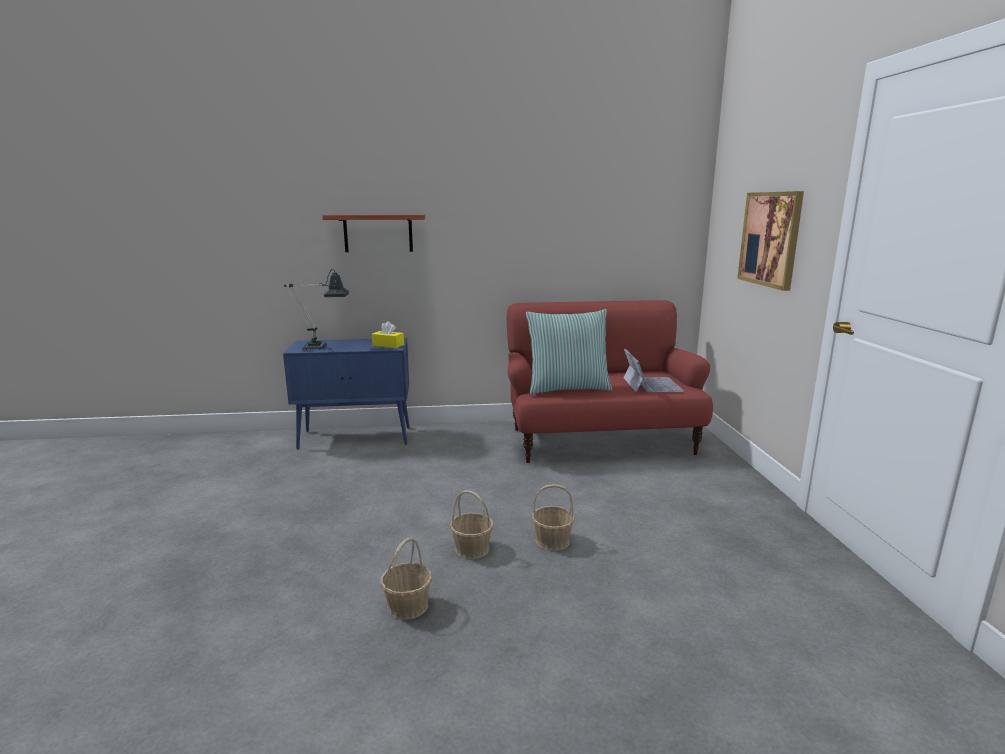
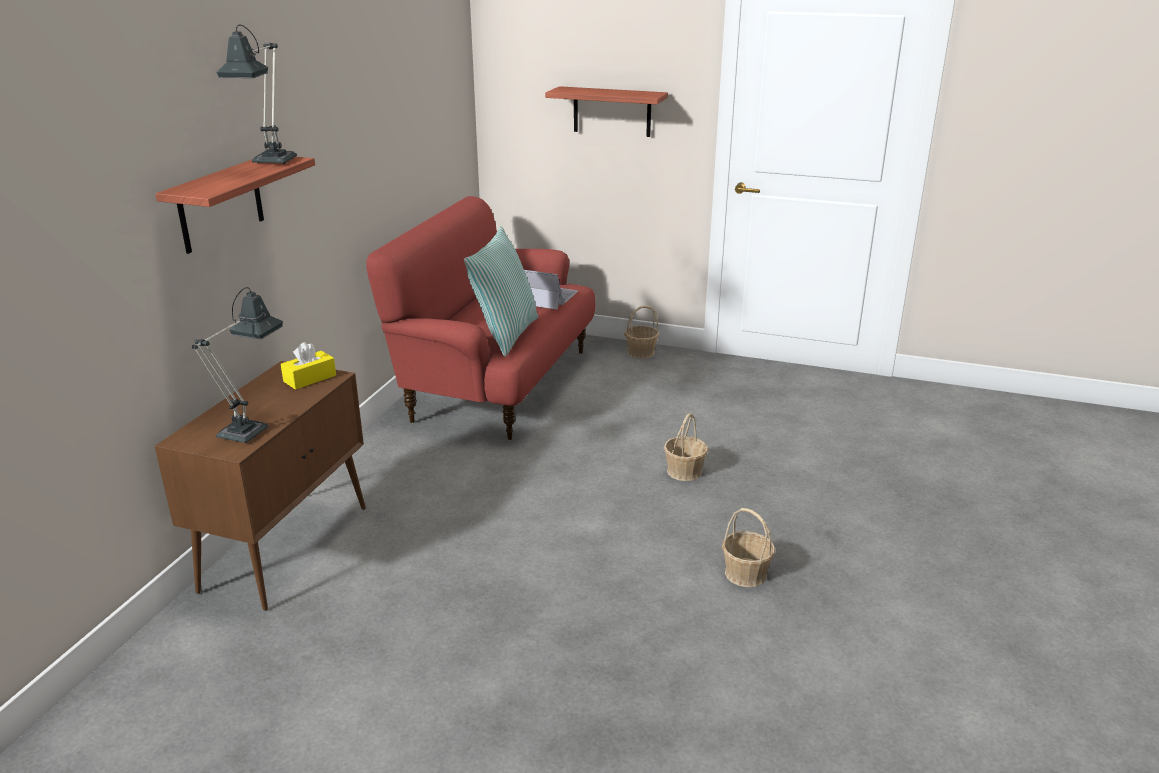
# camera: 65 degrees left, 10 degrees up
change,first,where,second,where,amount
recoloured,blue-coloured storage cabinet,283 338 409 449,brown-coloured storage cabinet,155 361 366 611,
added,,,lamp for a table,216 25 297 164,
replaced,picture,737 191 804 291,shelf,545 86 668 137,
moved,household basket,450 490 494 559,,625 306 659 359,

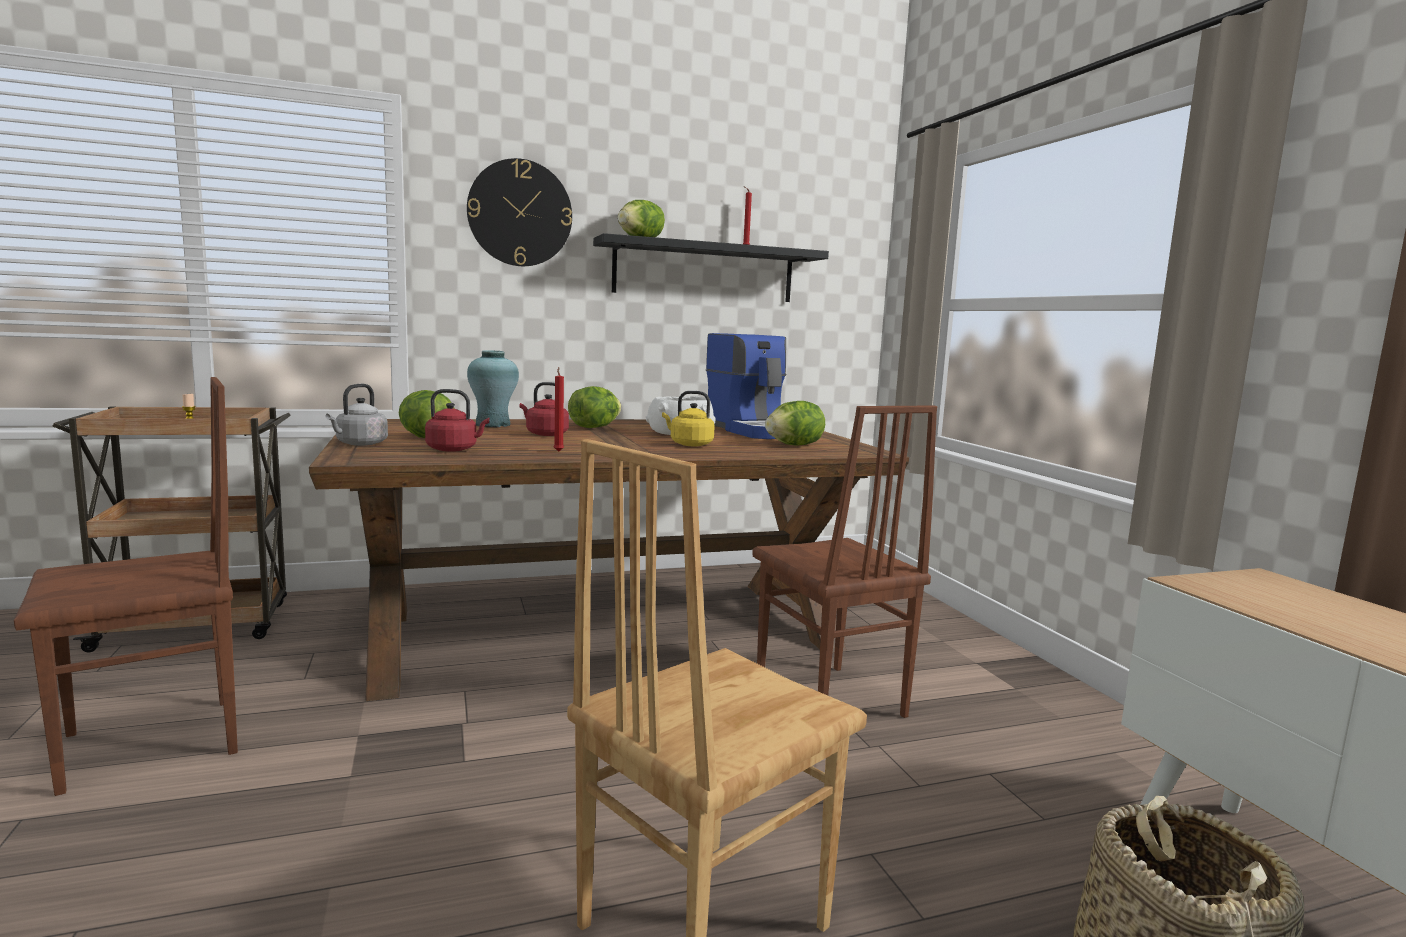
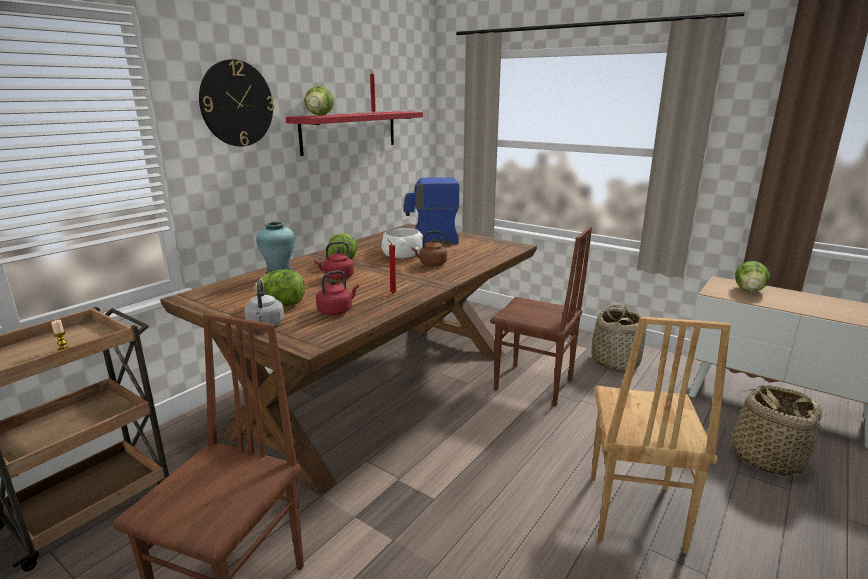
# camera: 35 degrees left, 10 degrees up
change,first,where,second,where,amount
recoloured,blackish shelf,593 233 829 302,reddish shelf,286 111 423 156,
turned,coffee brewer,706 333 786 439,,403 177 459 244,150 degrees clockwise
recoloured,yellow-coloured kettle,662 391 715 446,brown-coloured kettle,412 231 447 266,
added,,,household basket,591 305 646 372,
moved,lettuce head,765 401 825 446,,735 261 770 292,

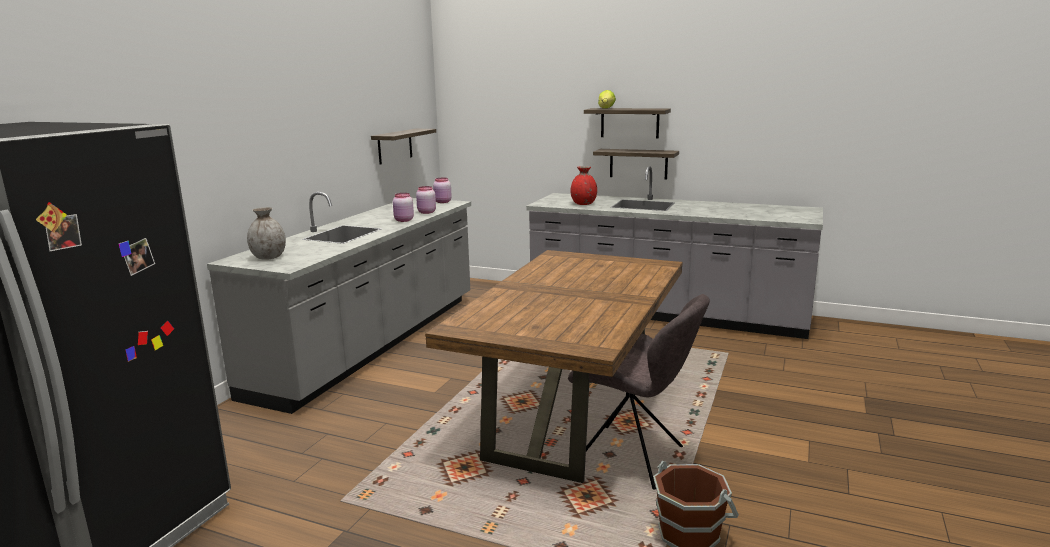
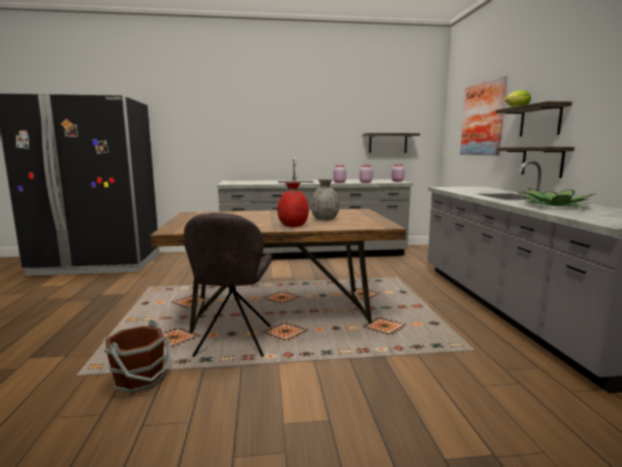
# camera: 60 degrees right, 5 degrees down
change,first,where,second,where,amount
moved,reddish vase,571 166 597 205,,277 182 309 227,
moved,greyish vase,247 207 286 260,,311 179 340 221,
added,,,picture,460 76 507 155,
added,,,potted plant,517 188 595 206,

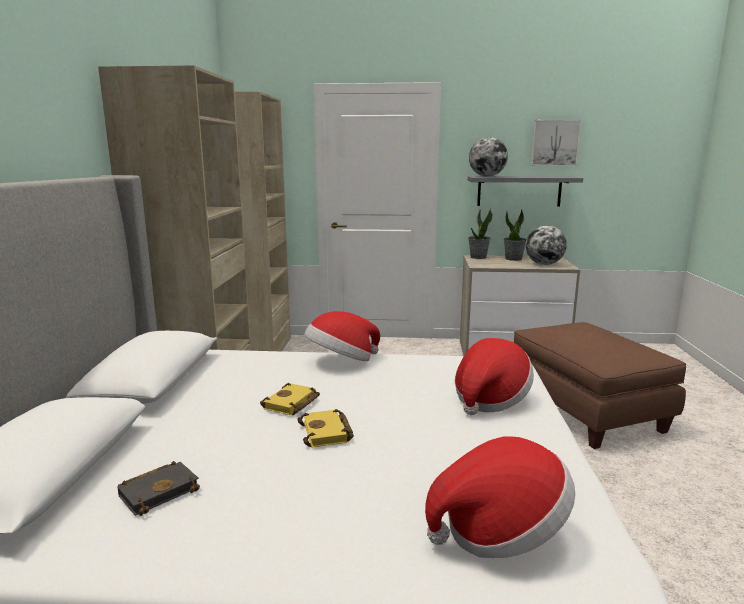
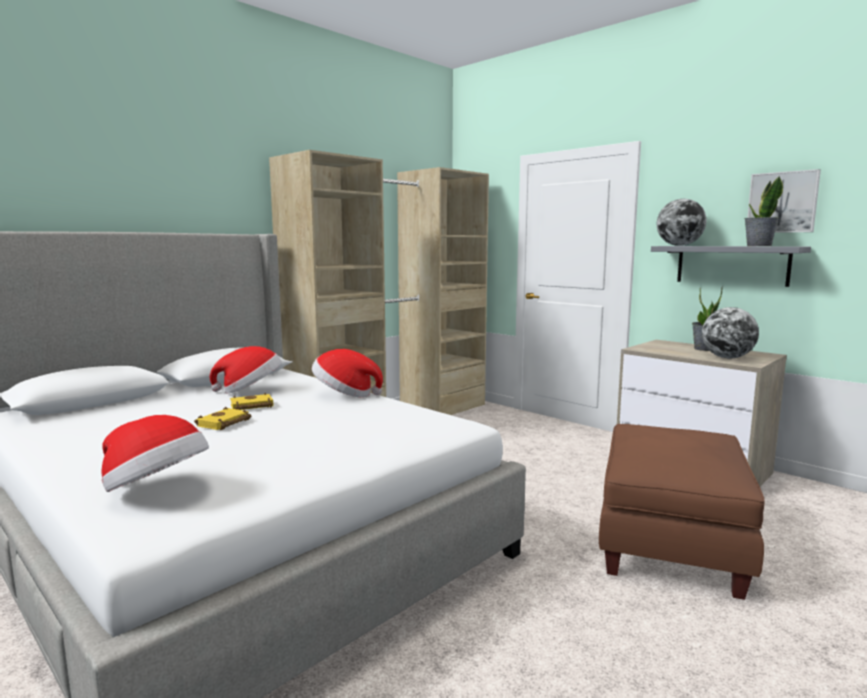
# camera: 40 degrees right, 5 degrees down
change,first,where,second,where,amount
moved,clothing hat,455 338 534 415,,210 346 282 394,
moved,potted plant,468 209 492 259,,745 175 783 246,
removed,blackish volume,118 461 200 516,,,

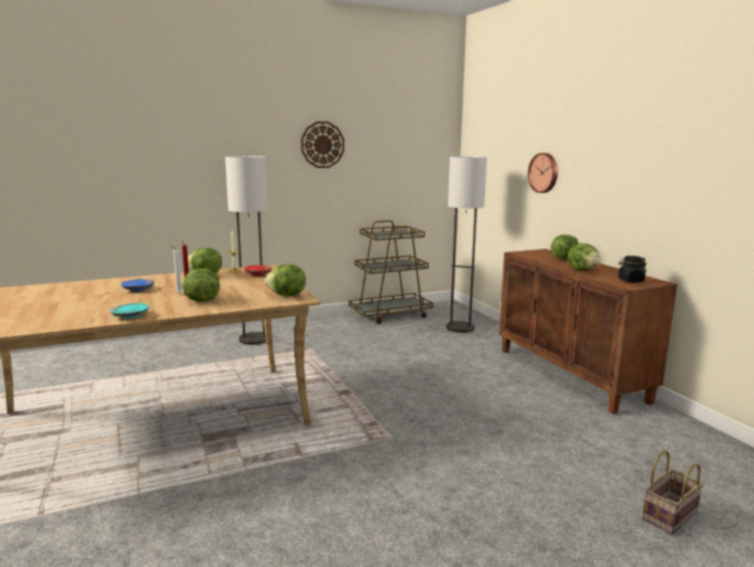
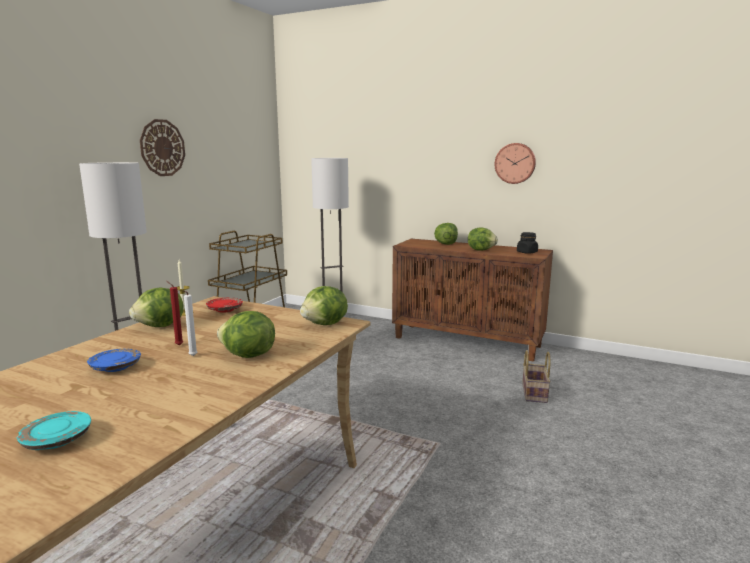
# camera: 40 degrees left, 0 degrees up
change,first,where,second,where,amount
moved,blue-green flat dish,110 303 149 319,,17 411 91 450,
moved,hanging clock,528 153 558 193,,494 143 536 184,
moved,household basket,642 450 704 534,,522 350 551 403,

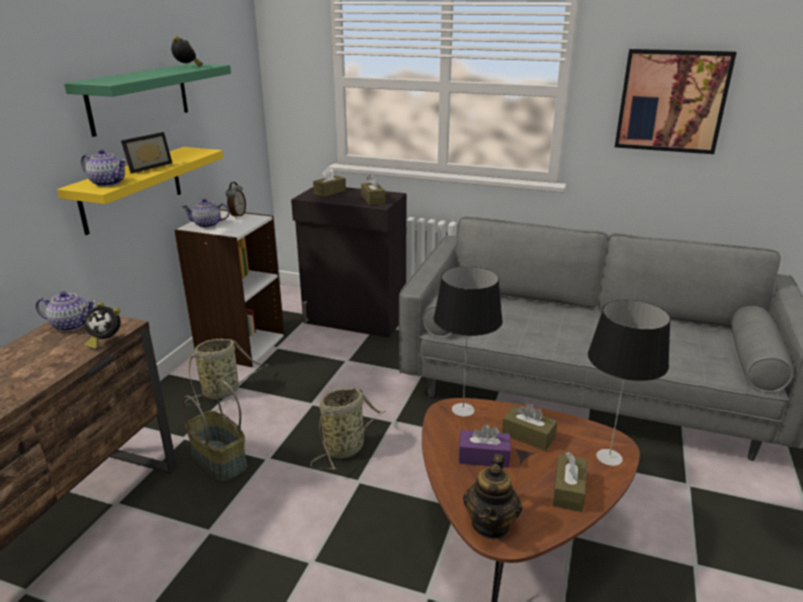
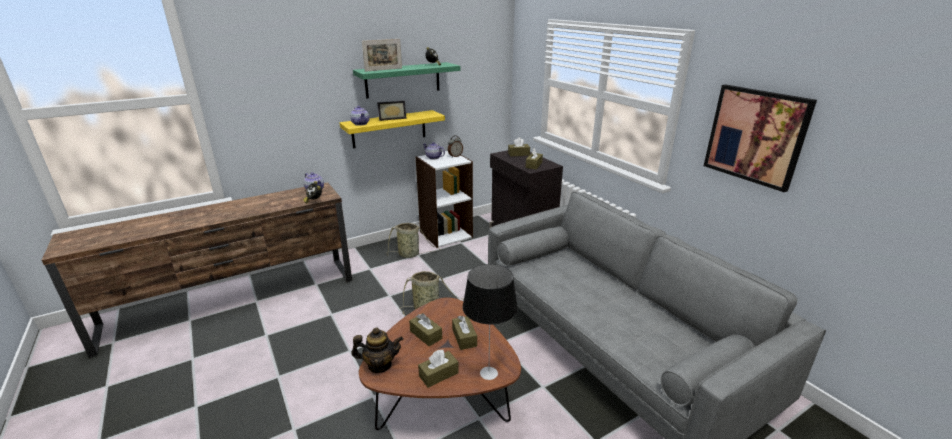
# camera: 40 degrees right, 0 degrees up
change,first,where,second,where,amount
turned,tea pot,463 454 522 539,,351 327 403 373,150 degrees counterclockwise
added,,,picture frame,362 39 402 72,
recoloured,purplish tissue holder,459 424 511 468,brown-coloured tissue holder,409 313 442 346,
removed,household basket,183 380 247 481,,,
removed,lamp for a table,434 266 503 417,,,

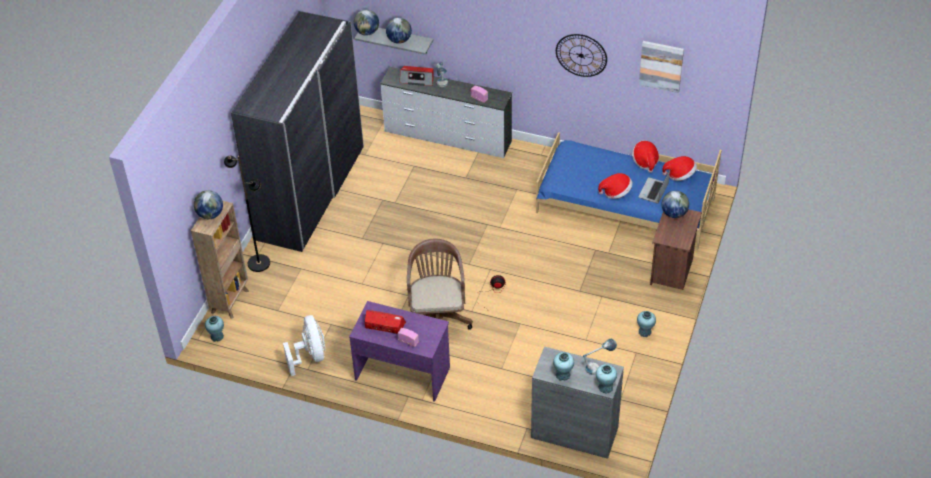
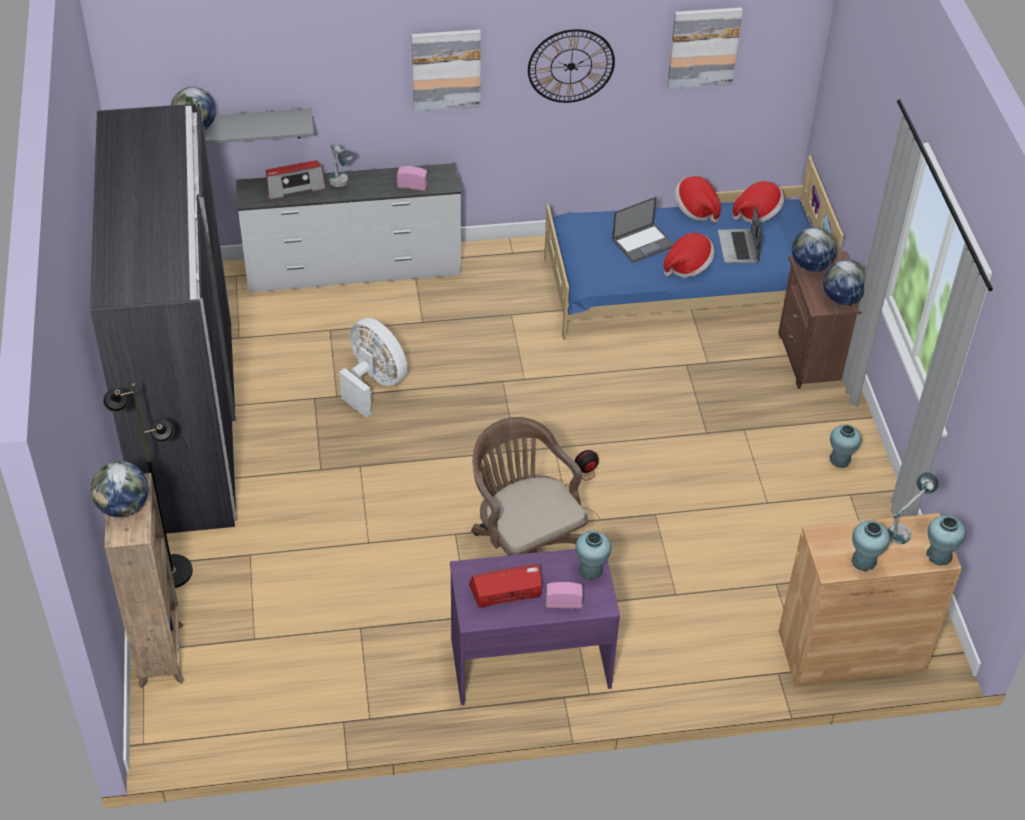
# camera: 30 degrees left, 0 degrees up
change,first,where,second,where,amount
moved,whitish electric fan,283 315 325 376,,339 318 407 418,
added,,,picture,411 30 481 112,
moved,blue-green vase,205 316 224 342,,575 531 611 580,
added,,,portable computer,612 197 673 263,
recoloured,greyish storage cabinet,531 347 624 459,brown-coloured storage cabinet,778 513 962 686,
moved,world globe,386 17 412 44,,823 260 866 305,

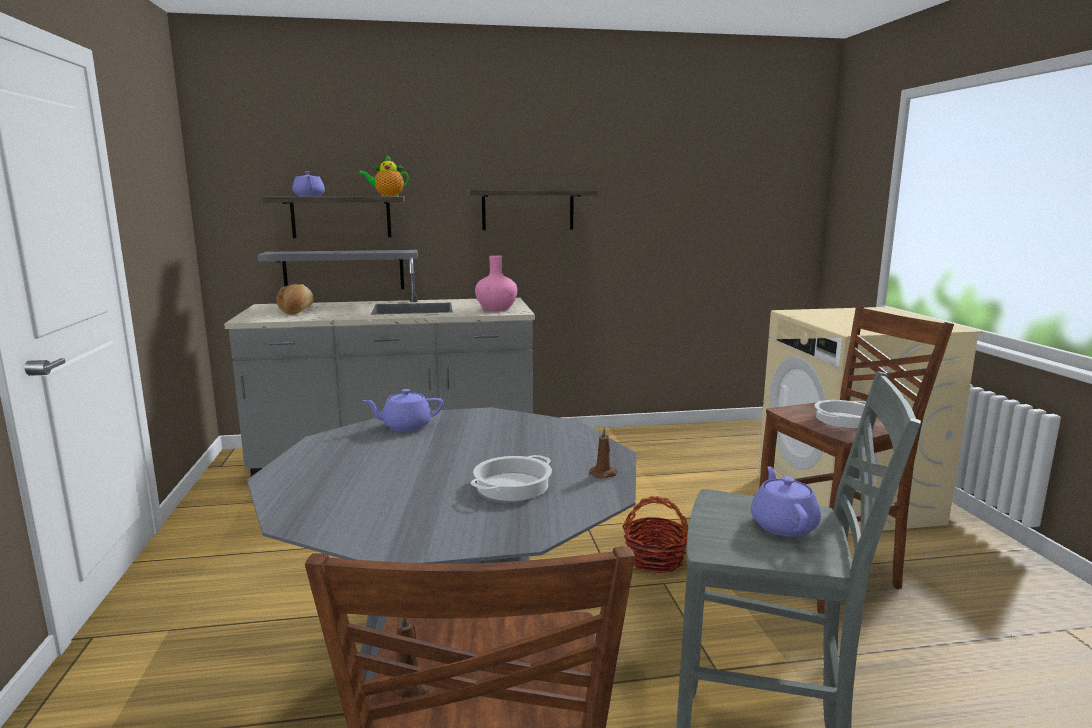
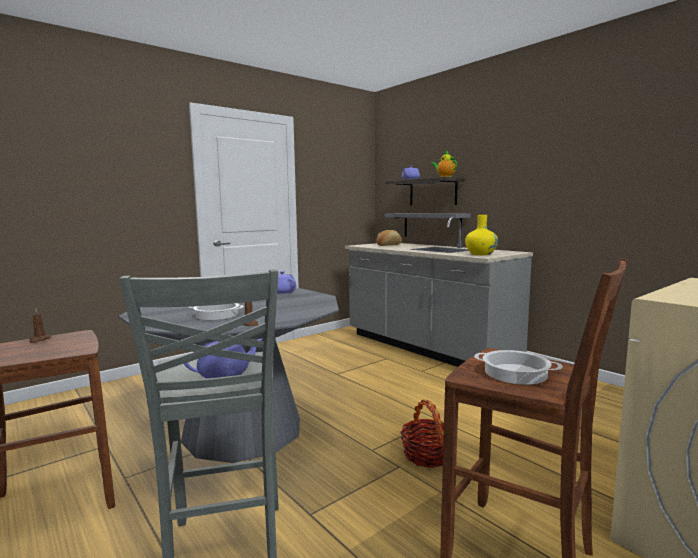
# camera: 60 degrees right, 5 degrees down
change,first,where,second,where,amount
recoloured,pinkish vase,475 255 517 311,yellow-coloured vase,465 215 498 255,
removed,shelf,467 190 598 230,,,

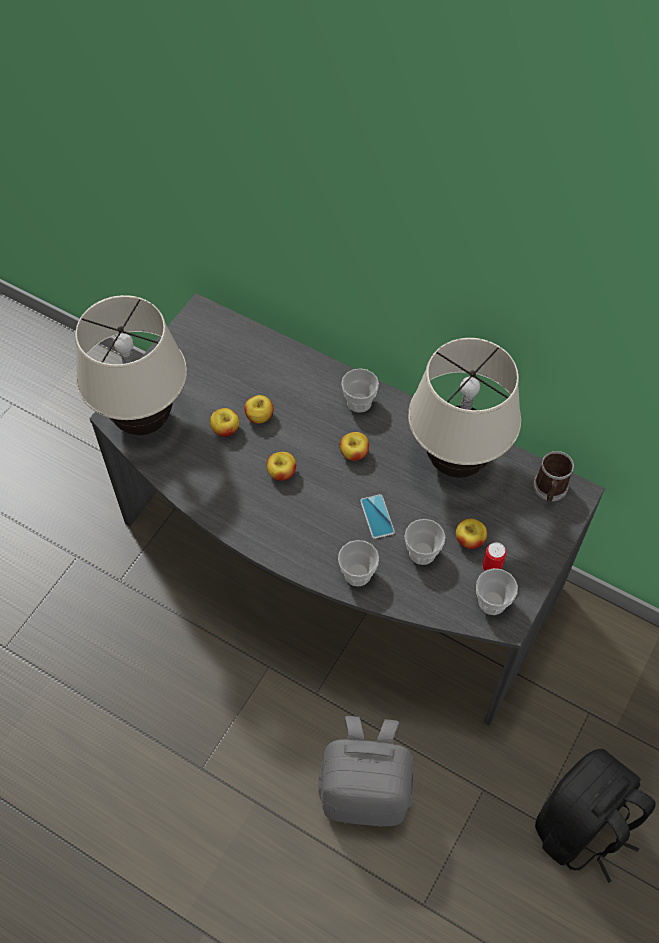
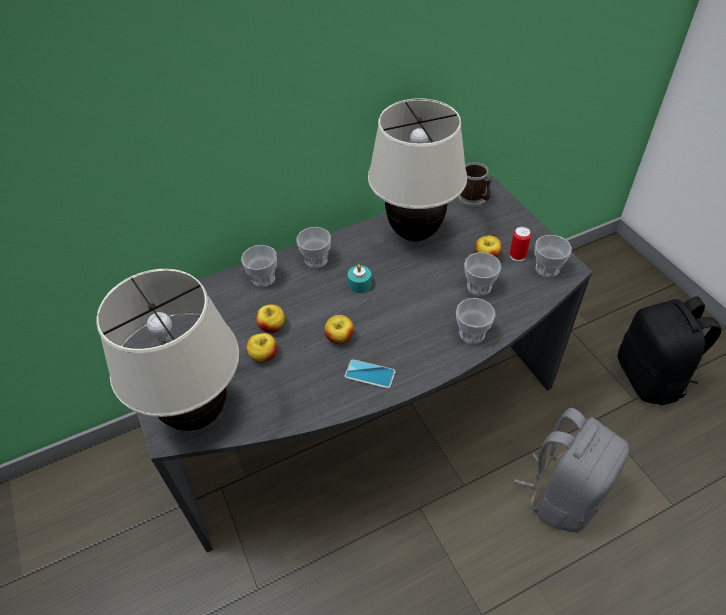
# camera: 55 degrees left, 10 degrees down
change,first,where,second,where,amount
added,,,cup,241 245 277 287,
moved,telephone,360 494 395 539,,345 359 396 388,
replaced,apple fruit,340 432 369 461,blue-green wax light,348 265 372 293,

